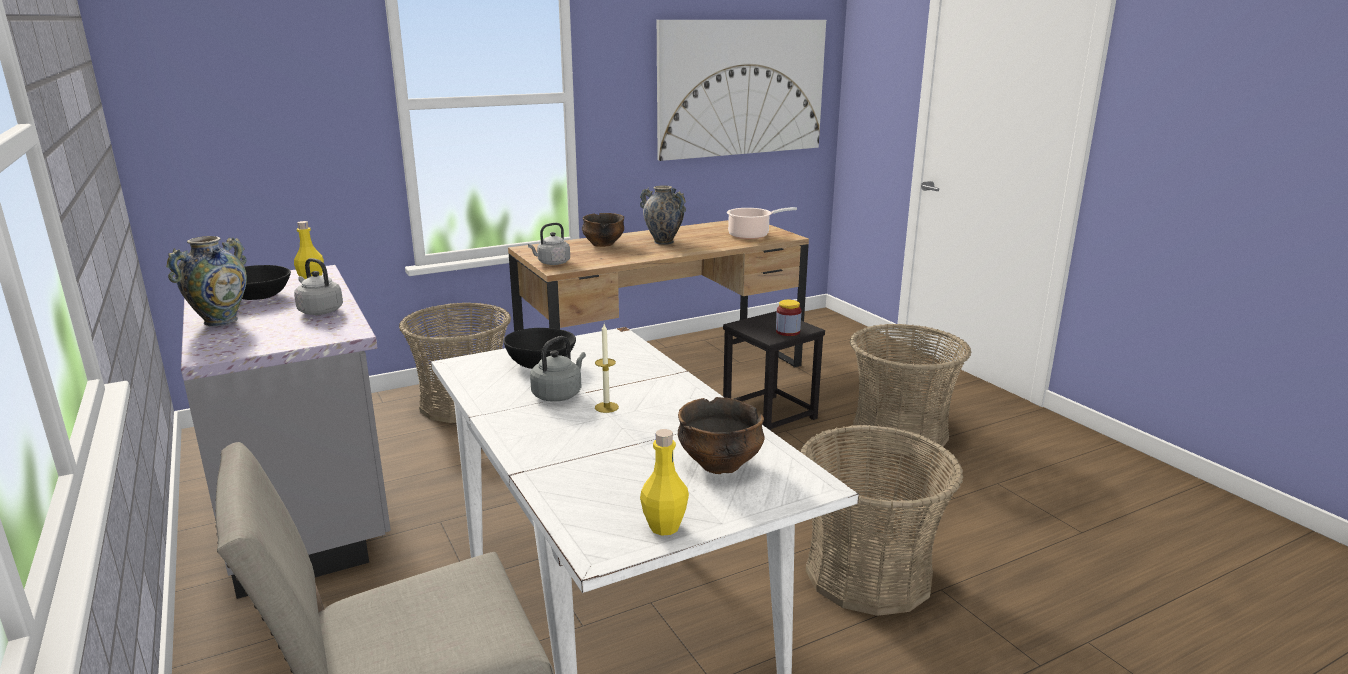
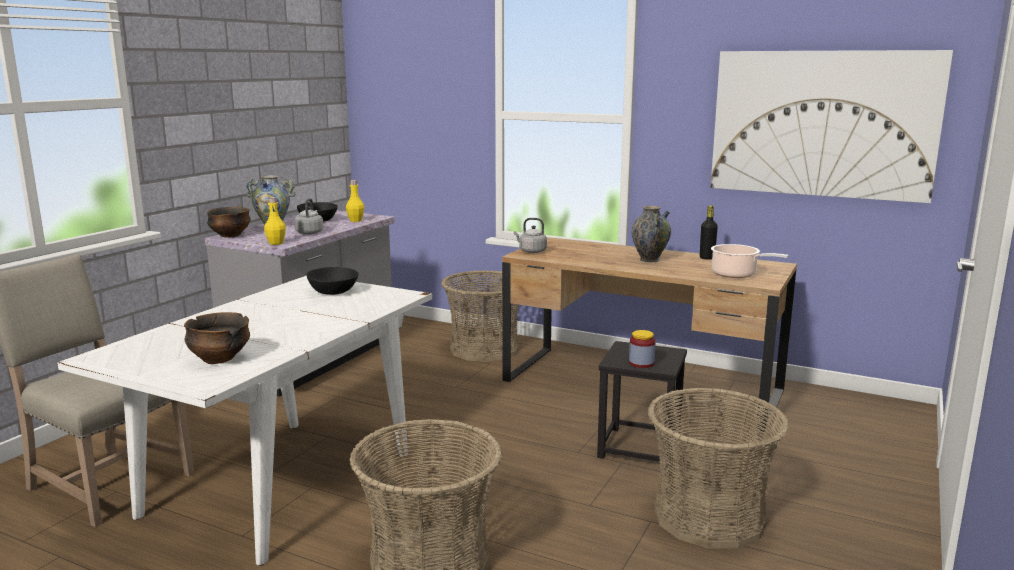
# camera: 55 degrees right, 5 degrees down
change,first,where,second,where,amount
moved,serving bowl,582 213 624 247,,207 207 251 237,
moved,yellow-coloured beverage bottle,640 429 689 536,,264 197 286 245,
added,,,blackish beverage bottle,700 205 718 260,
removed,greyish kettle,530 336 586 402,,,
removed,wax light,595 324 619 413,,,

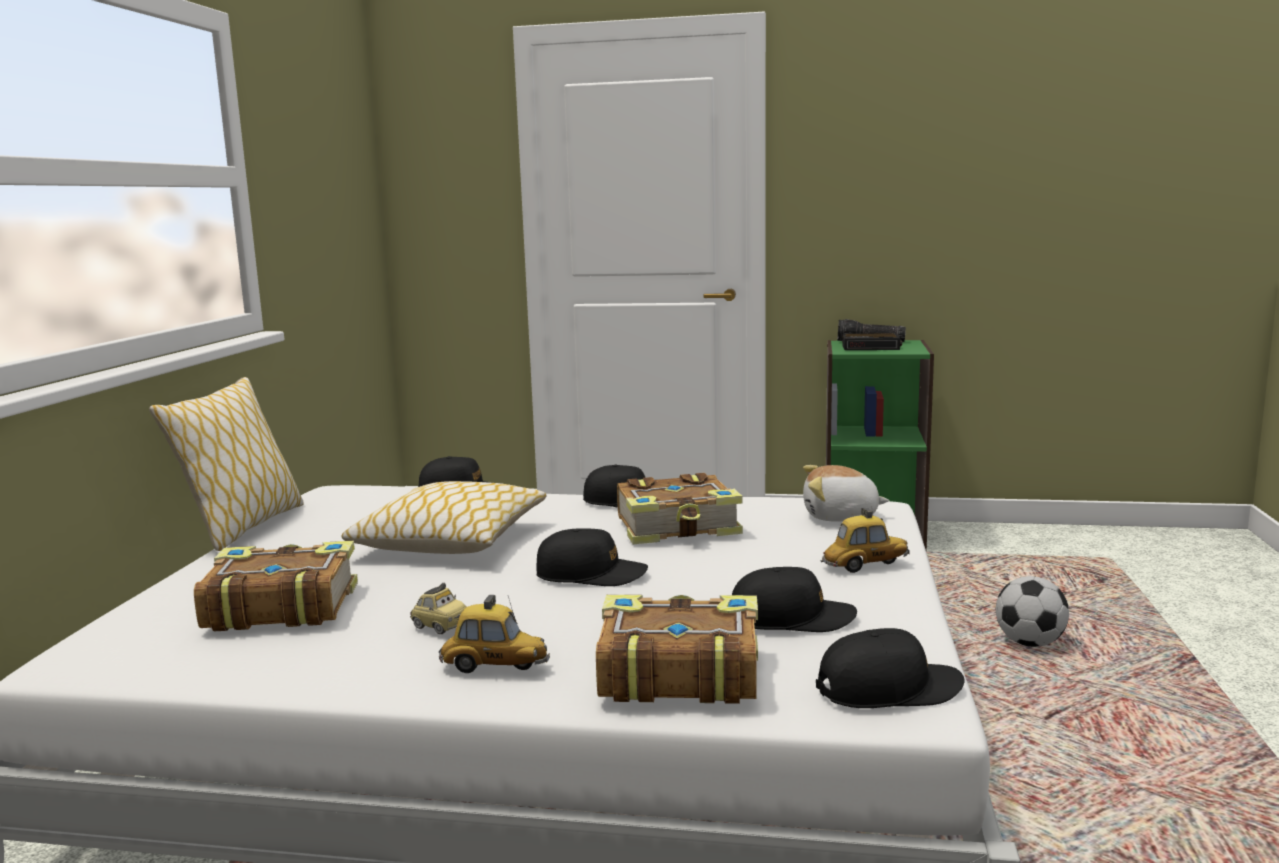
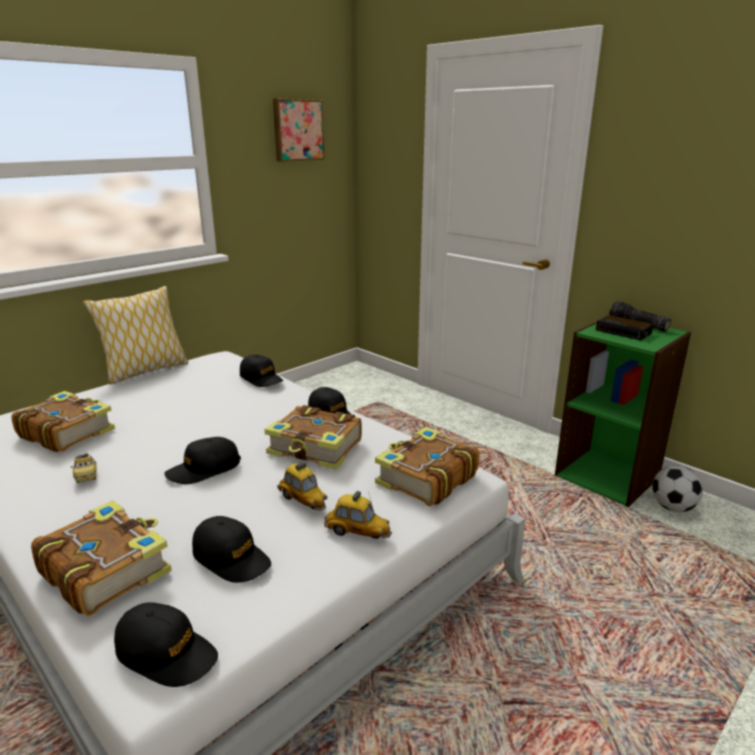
# camera: 35 degrees right, 10 degrees up
change,first,where,second,where,amount
turned,blackish baseball cap,536 528 648 586,,164 437 241 484,105 degrees clockwise
added,,,picture,273 99 325 162,
moved,miniature car,439 595 550 673,,277 462 327 511,
replaced,cuddly toy,803 465 889 522,volume,375 427 480 506,
moved,football ball,996 576 1069 647,,652 465 703 512,
removed,pillow,342 481 546 554,,,

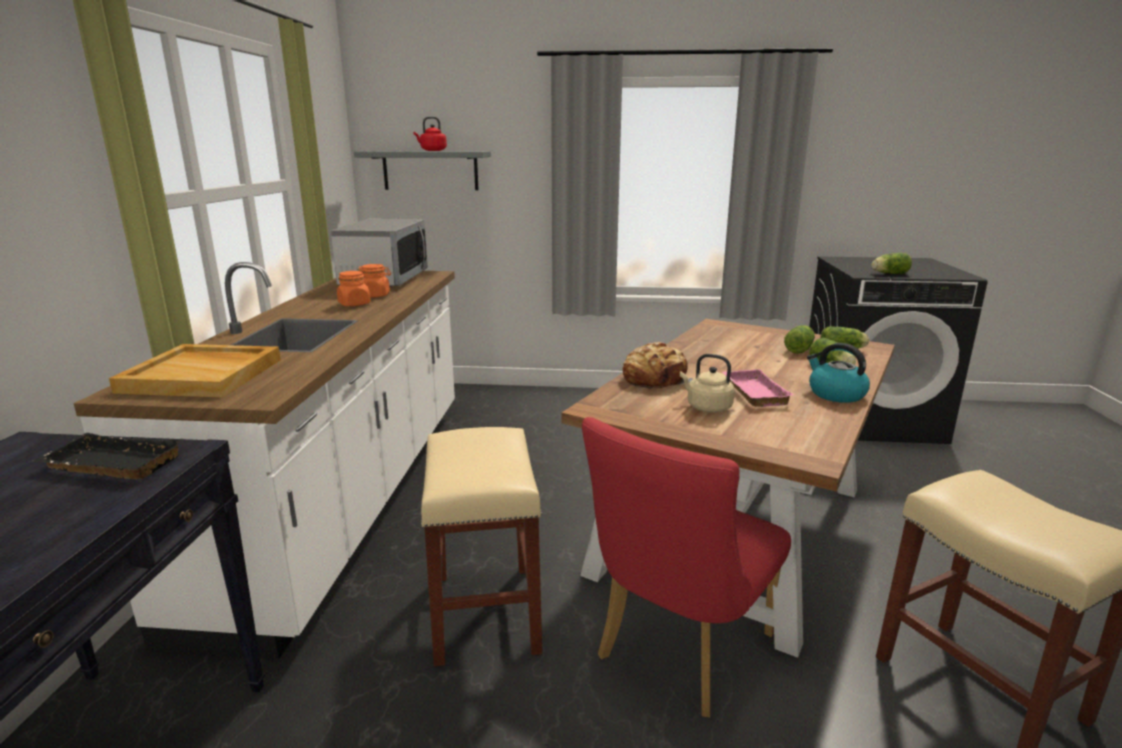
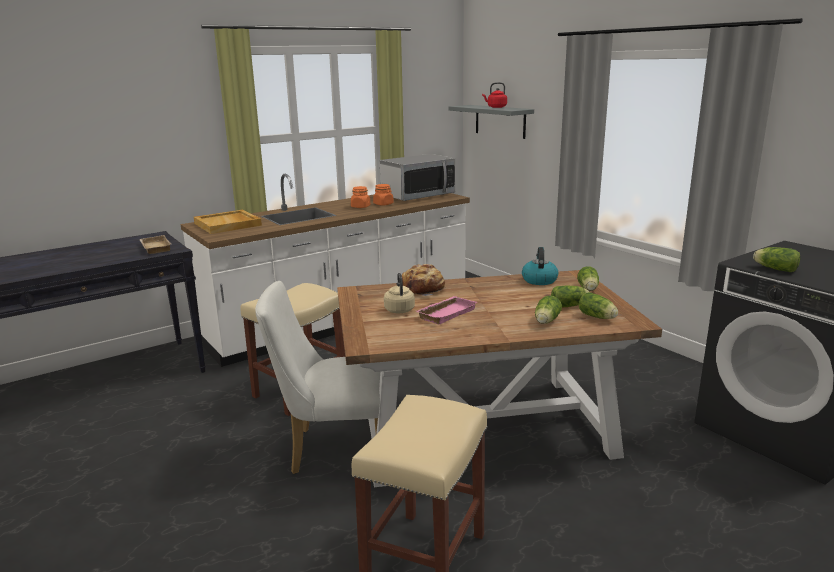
# camera: 50 degrees right, 0 degrees up
change,first,where,second,where,amount
recoloured,blackish serving tray,33 433 183 480,sand-coloured serving tray,139 235 171 254,
recoloured,reddish chair,582 417 791 717,whitish chair,255 281 380 474,
moved,kettle,807 343 870 403,,522 247 558 285,
added,,,lettuce head,577 266 599 291,

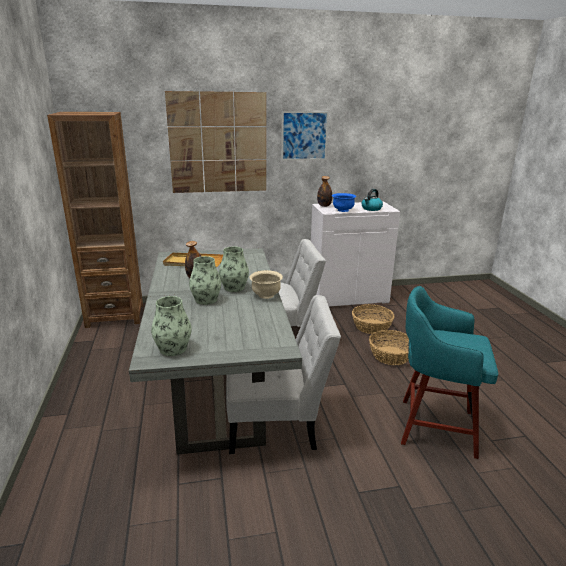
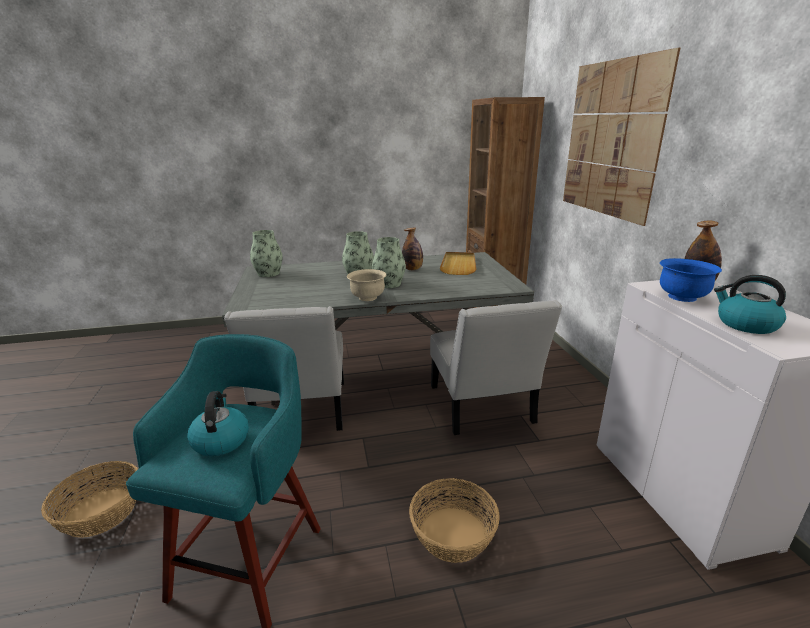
# camera: 90 degrees right, 0 degrees up
change,first,where,second,where,amount
moved,household basket,352 304 394 334,,41 461 138 538,
added,,,kettle,187 391 249 456,
removed,picture,281 111 329 160,,,

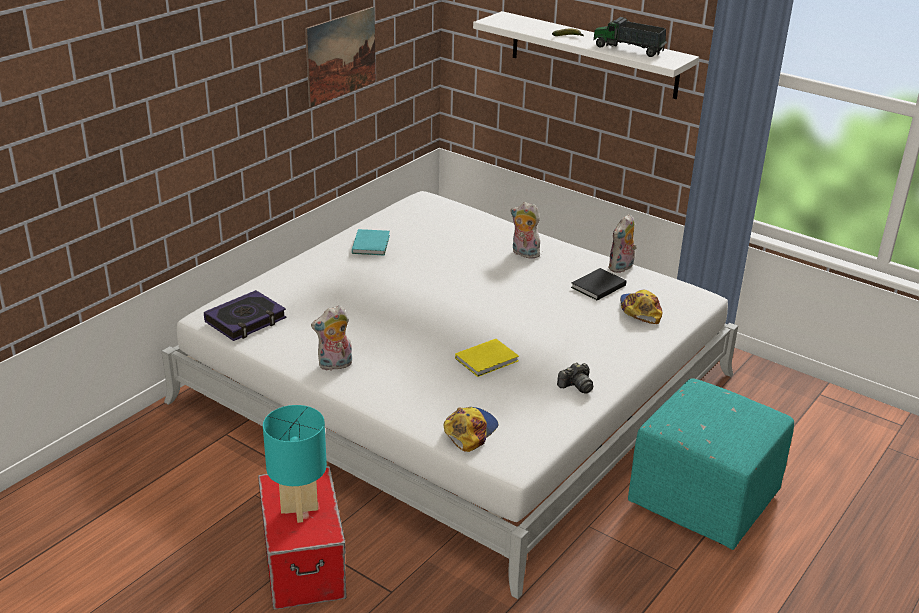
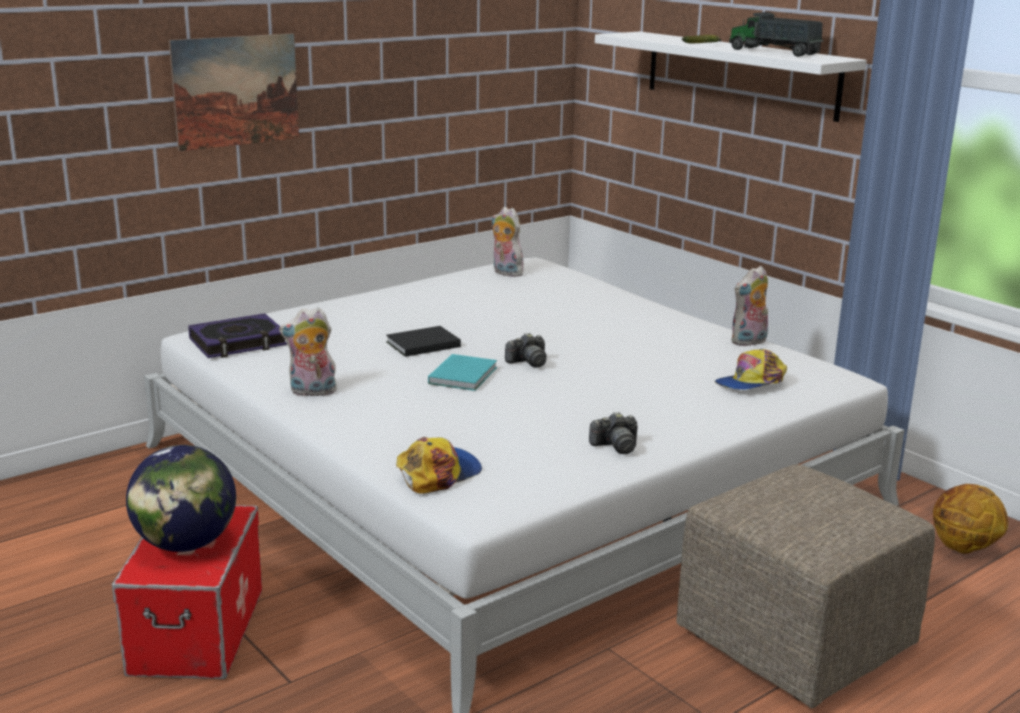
# camera: 15 degrees right, 10 degrees down
change,first,where,second,where,amount
replaced,blue-green lamp for a table,263 405 327 523,world globe,126 445 236 552,
moved,picture,305 7 376 107,,169 33 299 151,
moved,blackish volume,571 268 627 301,,386 326 461 357,
moved,blue-green volume,352 229 390 256,,428 354 497 391,
moved,cuddly toy,510 202 543 259,,492 207 523 277,
added,,,still camera,505 333 547 368,
recoloured,blue-green footrest,628 378 794 550,sand-coloured footrest,676 464 935 709,
turned,baseball cap,620 290 662 324,,715 349 787 390,135 degrees counterclockwise
added,,,ball for basketball,933 484 1008 554,
removed,yellow-coloured volume,455 339 519 377,,,

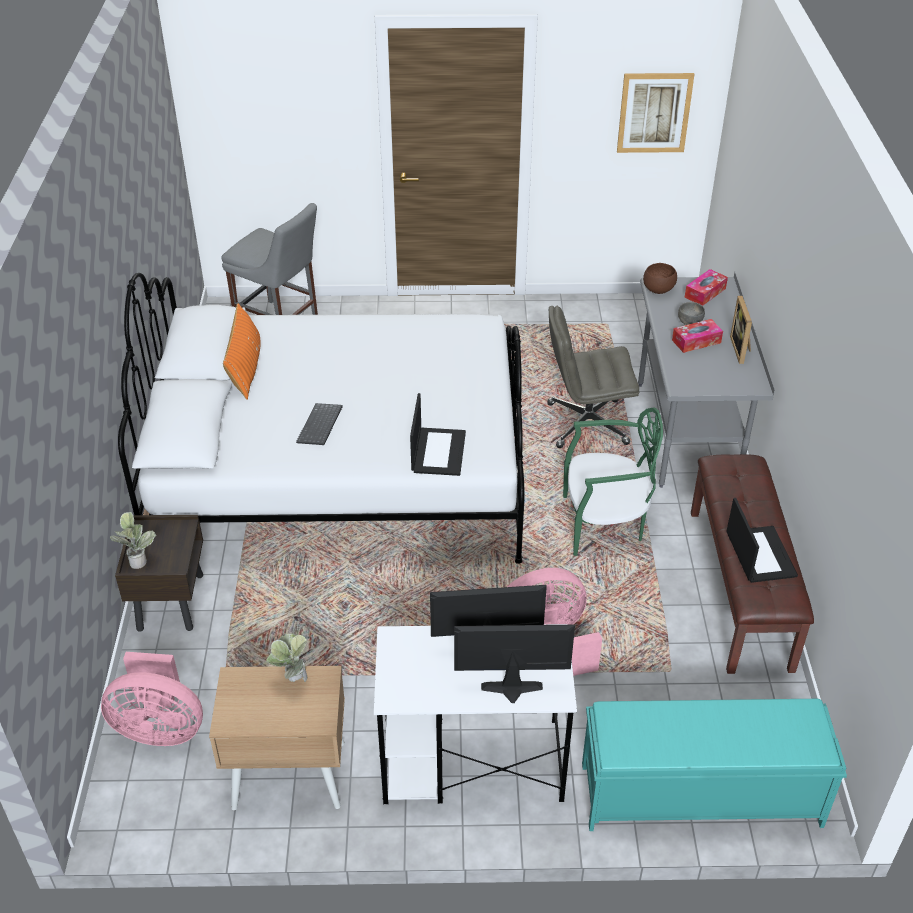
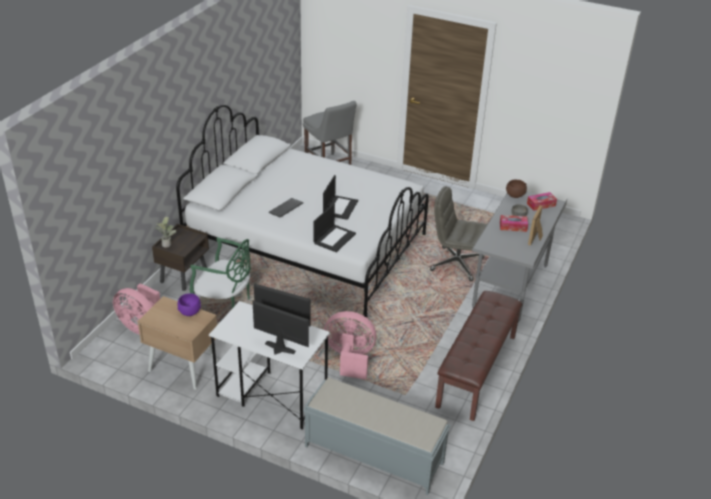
# camera: 25 degrees right, 5 degrees down
change,first,where,second,where,amount
replaced,potted plant,266 633 307 682,purplish serving bowl,177 293 201 316,
moved,green chair,563 407 663 556,,190 237 251 308,
recoloured,blue-green indoor bench,582 699 847 831,greyish indoor bench,303 378 451 495,
moved,portable computer,726 498 798 583,,323 175 358 220,
removed,orange pillow,223 303 261 400,,,
removed,picture,617 73 694 153,,,

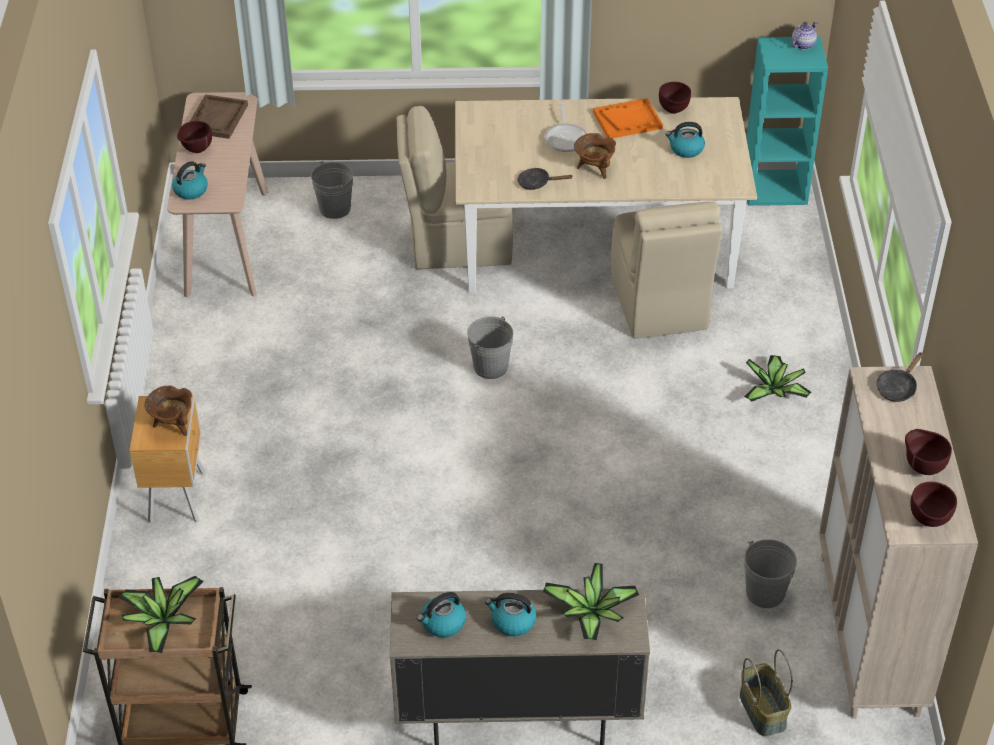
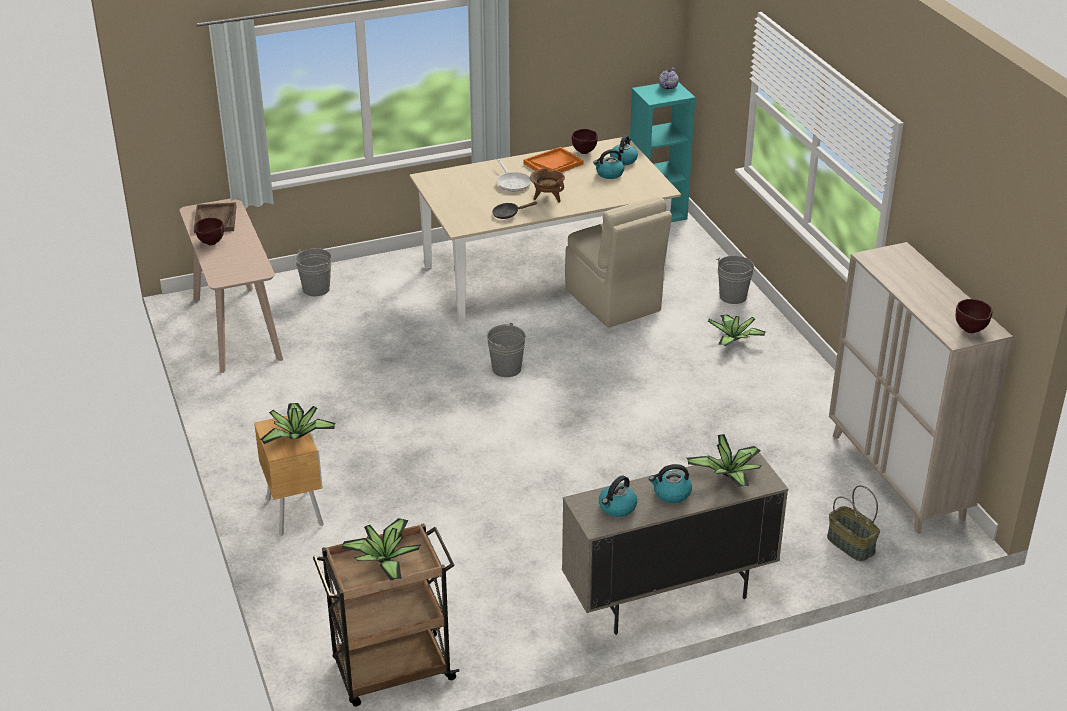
# camera: 20 degrees left, 10 degrees down
change,first,where,second,where,amount
replaced,brown-coloured saucepot,145 386 192 436,potted plant,260 403 335 444,
moved,kettle,172 161 208 200,,610 135 638 165,
moved,greyish pail,744 539 797 608,,716 256 754 304,
removed,sand-coloured chair,396 106 513 269,,,
removed,blackish frying pan,876 352 923 402,,,
removed,brown-coloured serving bowl,905 429 952 475,,,

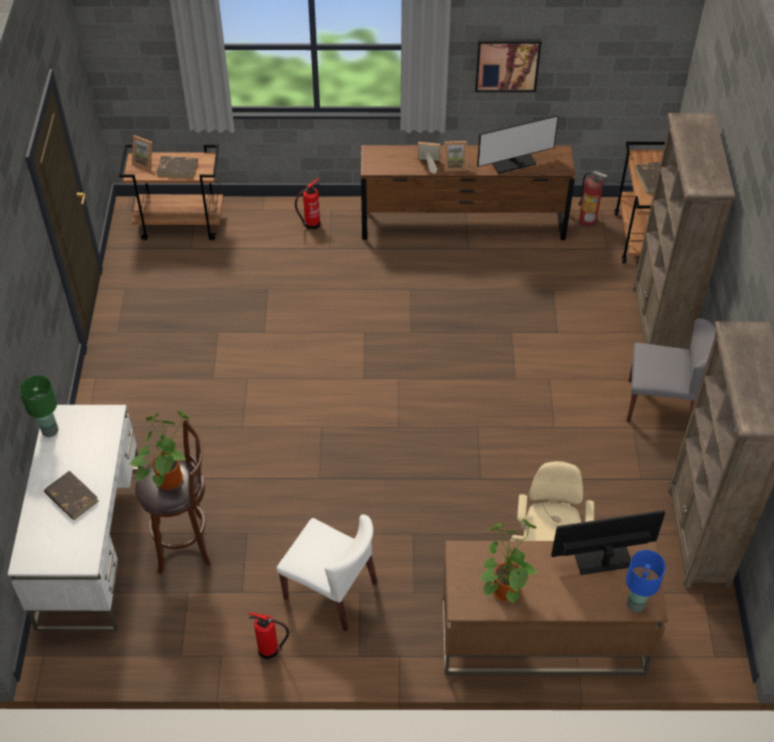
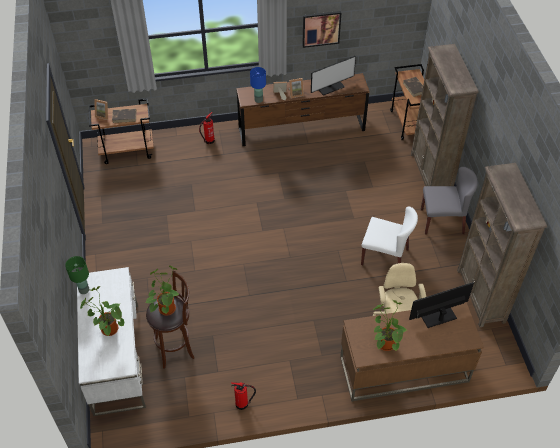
# camera: 10 degrees left, 0 degrees up
change,first,where,second,where,amount
replaced,brown-coloured volume,44 471 99 520,potted plant,80 286 124 336,
moved,blue-coloured lamp for a table,626 550 666 612,,250 67 266 103,
moved,whitish chair,277 514 378 631,,361 207 418 265,
removed,fire extinguisher,578 171 608 228,,,

